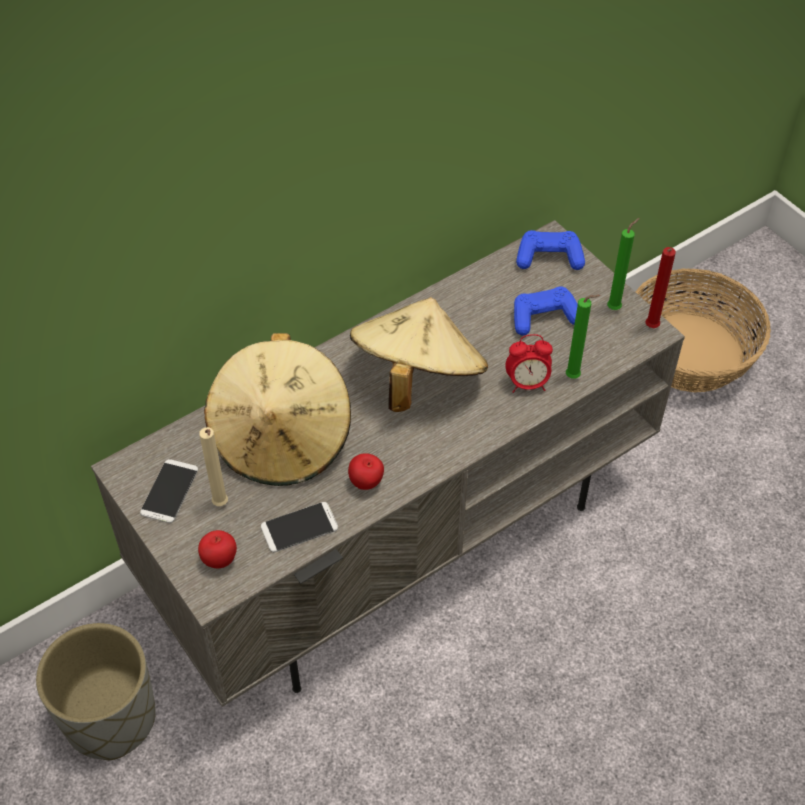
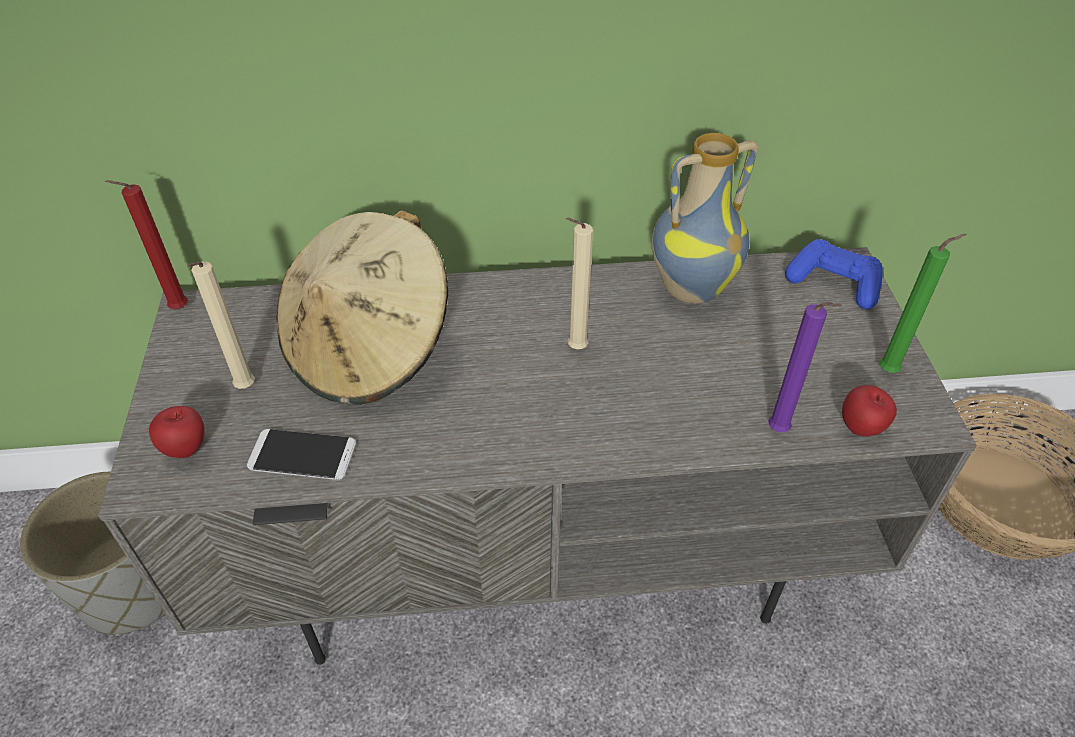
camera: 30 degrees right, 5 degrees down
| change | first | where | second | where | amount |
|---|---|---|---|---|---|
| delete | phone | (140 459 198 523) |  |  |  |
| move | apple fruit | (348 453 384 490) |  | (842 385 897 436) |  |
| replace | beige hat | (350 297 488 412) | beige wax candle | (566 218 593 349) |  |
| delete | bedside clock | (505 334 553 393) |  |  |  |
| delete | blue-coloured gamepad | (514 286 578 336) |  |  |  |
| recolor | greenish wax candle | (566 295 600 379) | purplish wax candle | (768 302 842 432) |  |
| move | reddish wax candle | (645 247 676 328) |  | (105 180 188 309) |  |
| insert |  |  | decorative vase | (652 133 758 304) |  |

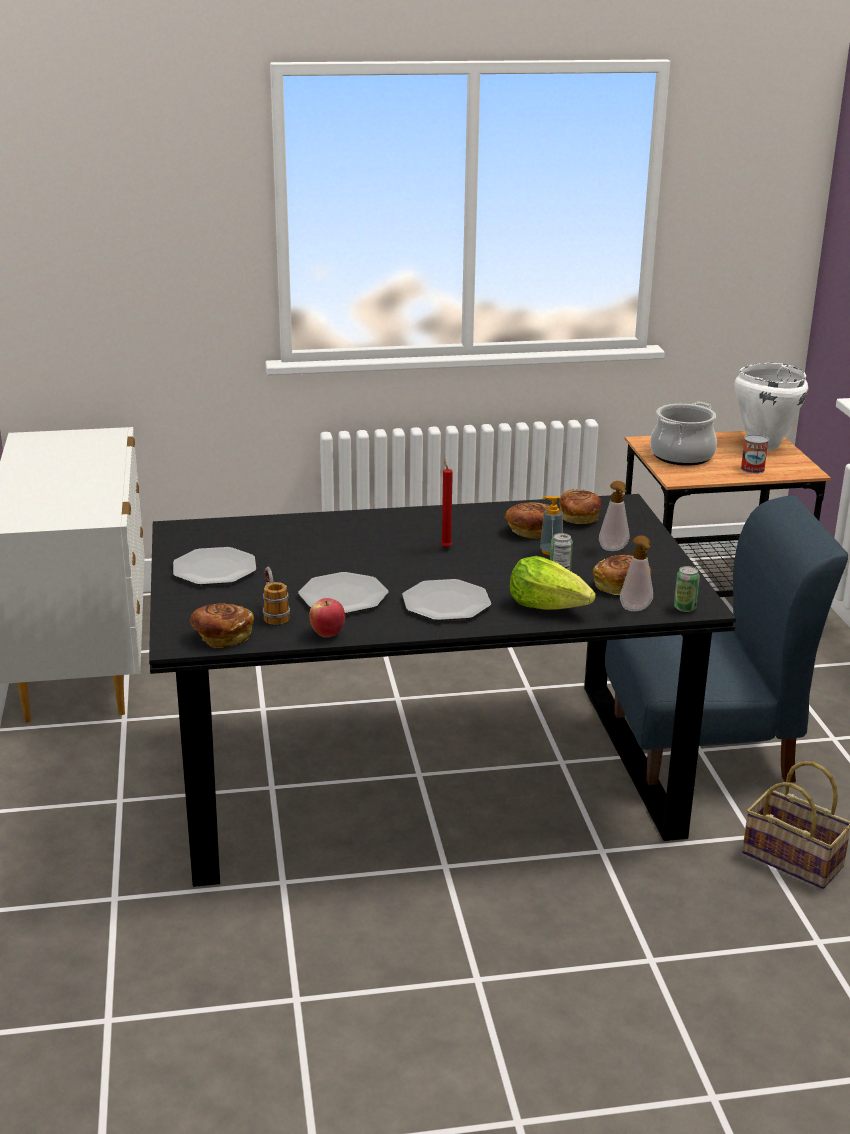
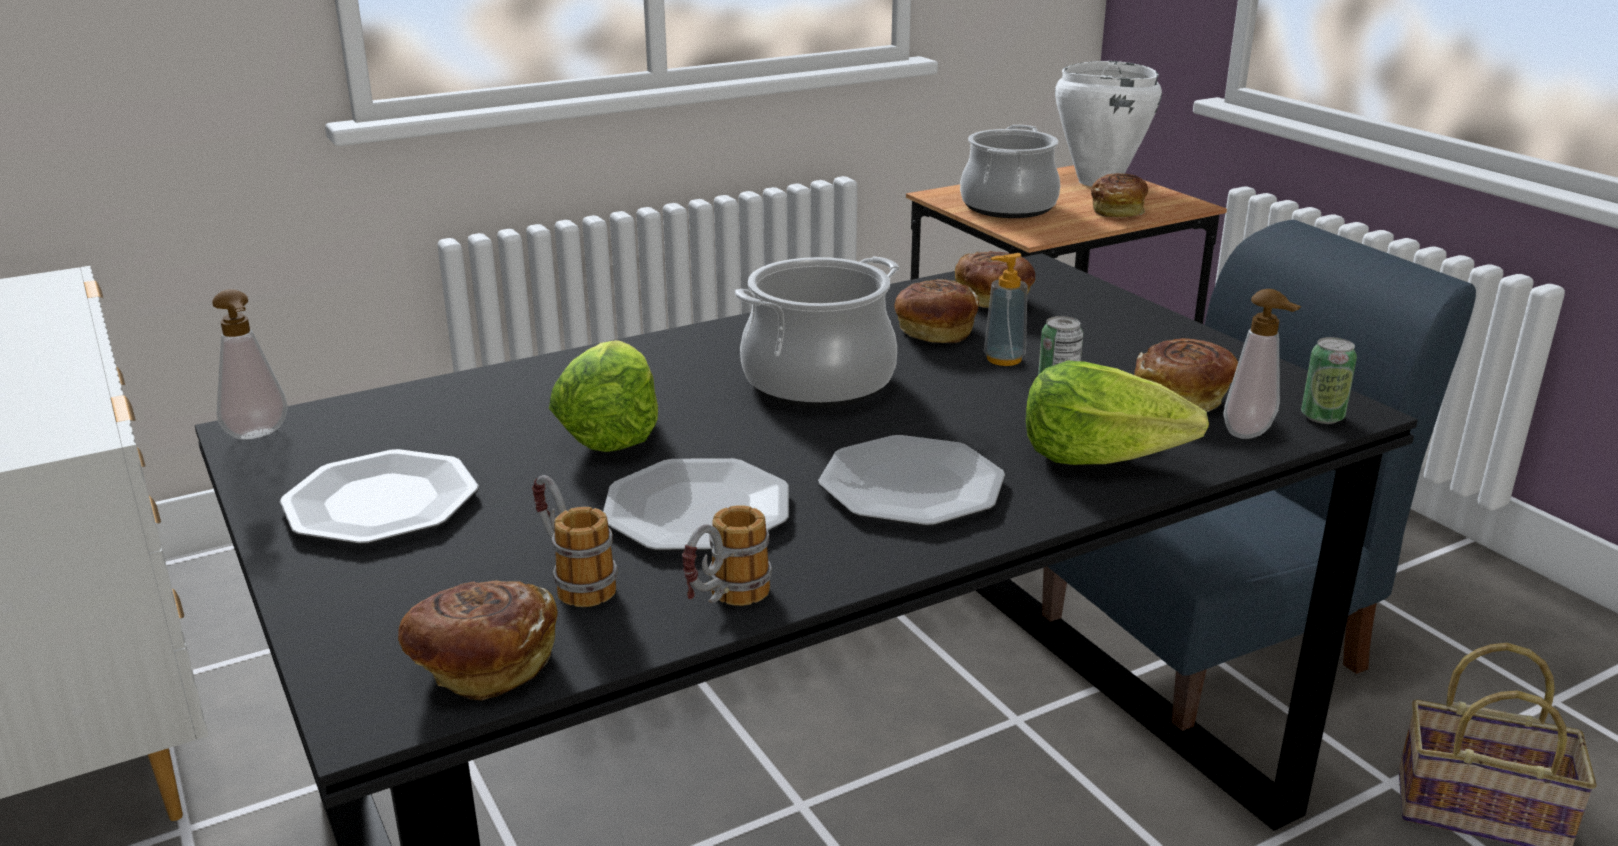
camera: 20 degrees left, 0 degrees up
| change | first | where | second | where | amount |
|---|---|---|---|---|---|
| replace | apple fruit | (310 598 345 638) | tea mug | (682 505 772 606) |  |
| replace | reddish wax candle | (441 458 453 548) | stockpot | (735 256 900 408) |  |
| move | liquid soap bottle | (599 481 630 551) |  | (212 289 288 439) |  |
| replace | metal can | (741 434 769 474) | baked bread | (1091 173 1148 217) |  |
| insert |  |  | lettuce | (549 340 658 452) |  |

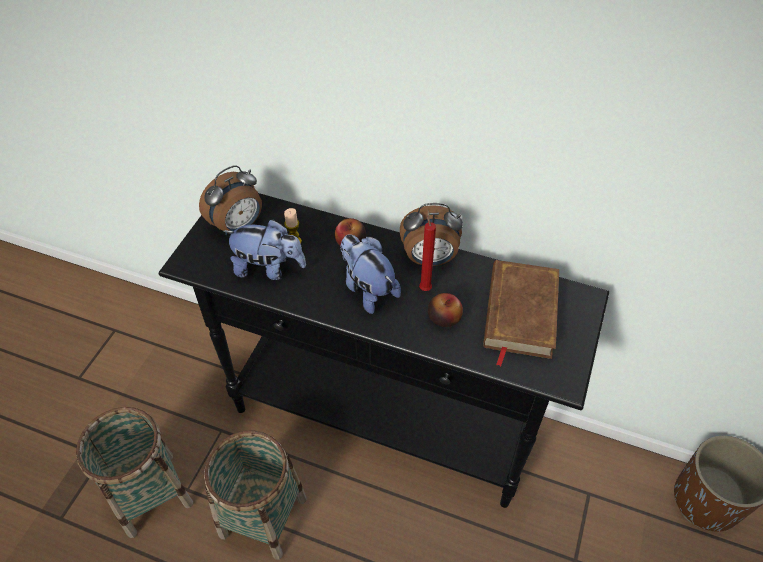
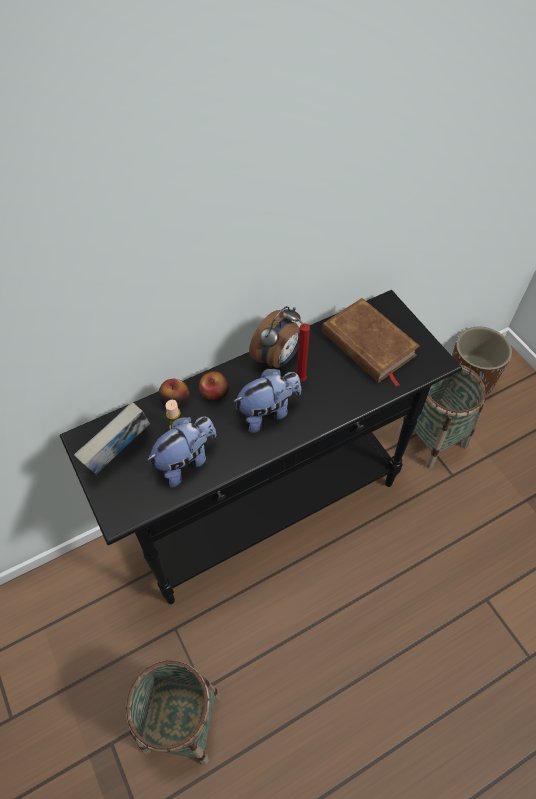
camera: 50 degrees left, 5 degrees up
| change | first | where | second | where | amount |
|---|---|---|---|---|---|
| replace | bedside clock | (199 166 262 235) | book | (74 402 150 475) |  |
| move | basket | (204 430 306 560) |  | (398 364 486 469) |  |
| rotate | soft toy | (340 234 401 314) |  | (233 368 301 433) | 150 degrees clockwise |
| move | apple fruit | (428 293 463 327) |  | (159 379 189 407) |  |

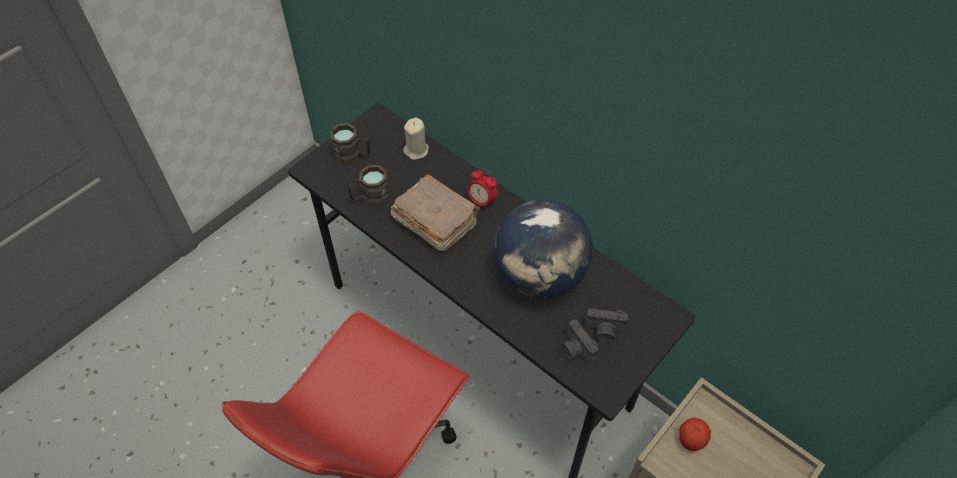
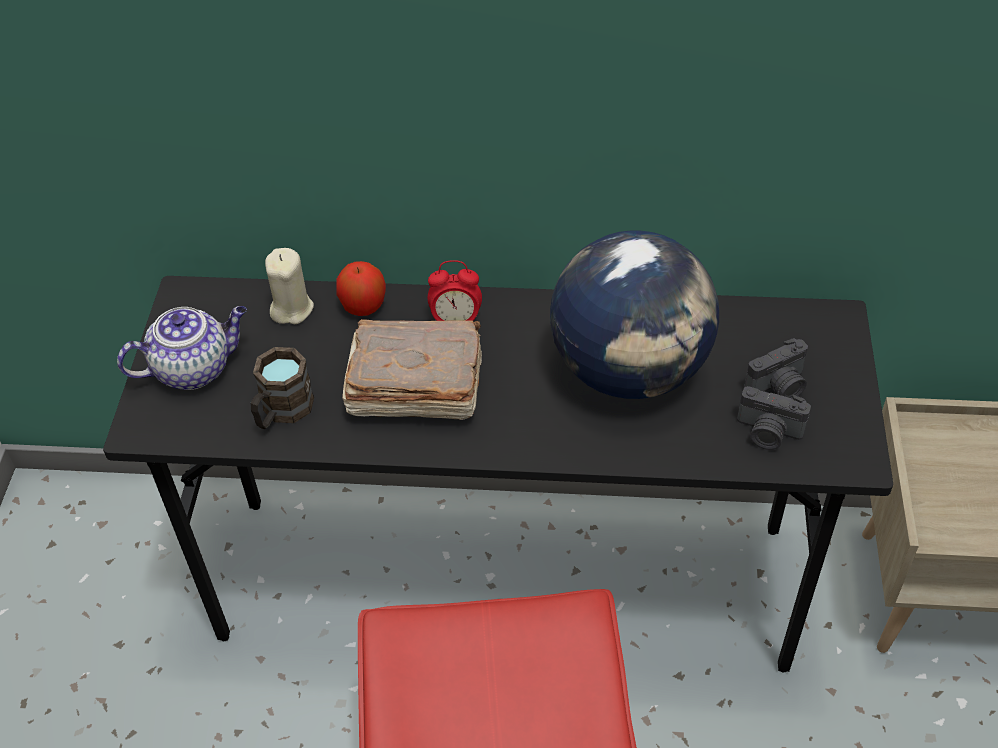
camera: 35 degrees left, 5 degrees down
| change | first | where | second | where | amount |
|---|---|---|---|---|---|
| replace | brown tea mug | (330 123 370 163) | tea pot | (117 306 247 390) |  |
| move | apple fruit | (679 417 711 451) |  | (336 261 386 316) |  |

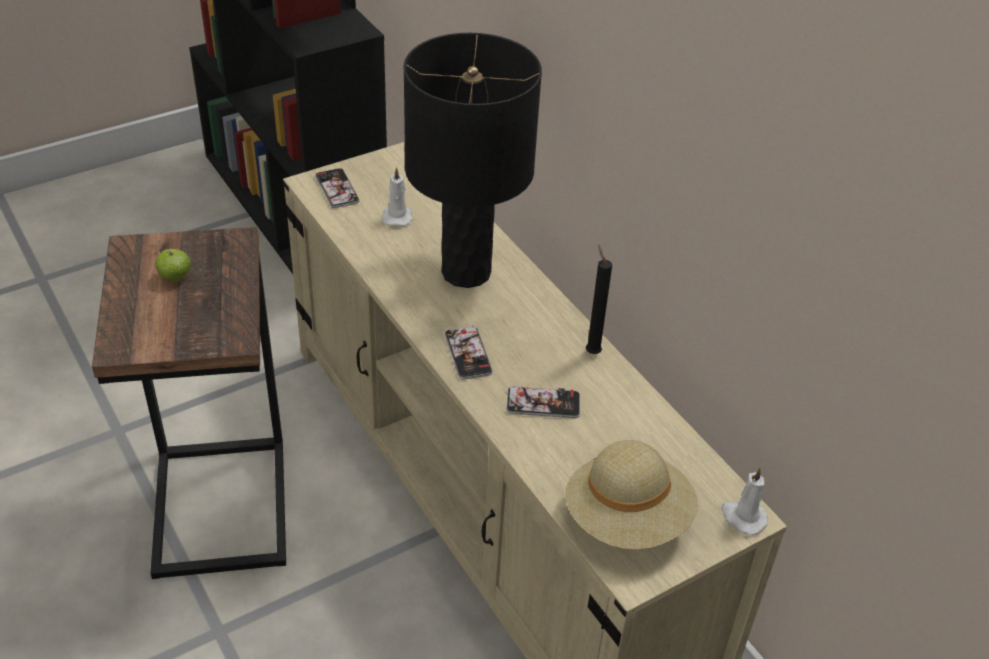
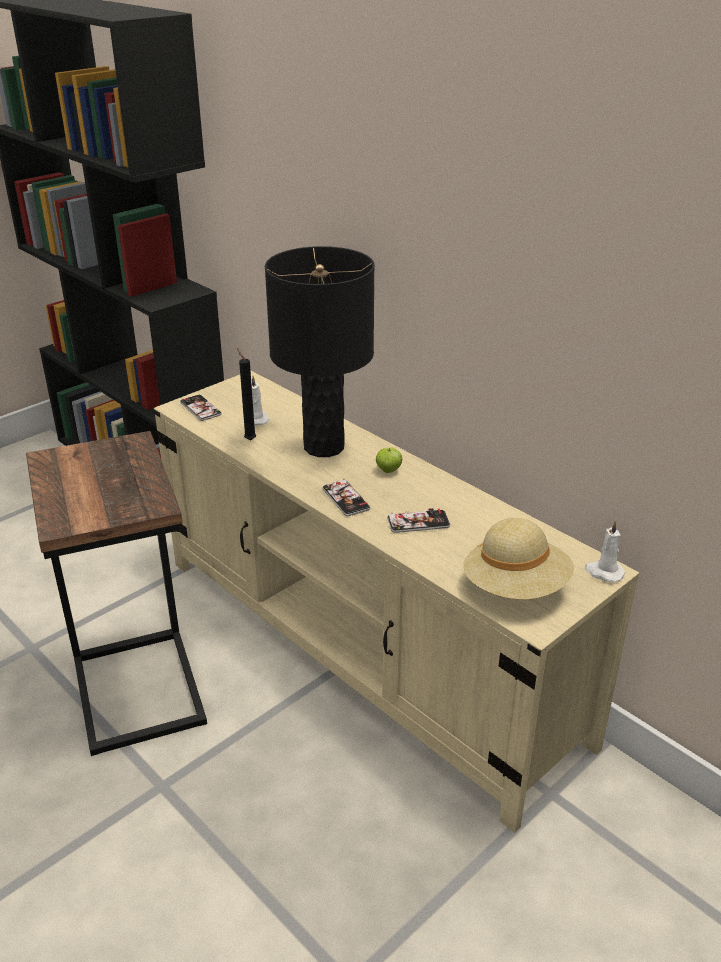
camera: 10 degrees left, 10 degrees down
| change | first | where | second | where | amount |
|---|---|---|---|---|---|
| move | apple fruit | (155 249 191 281) |  | (376 447 402 473) |  |
| move | black-coloured wax candle | (586 245 612 354) |  | (237 348 256 441) |  |

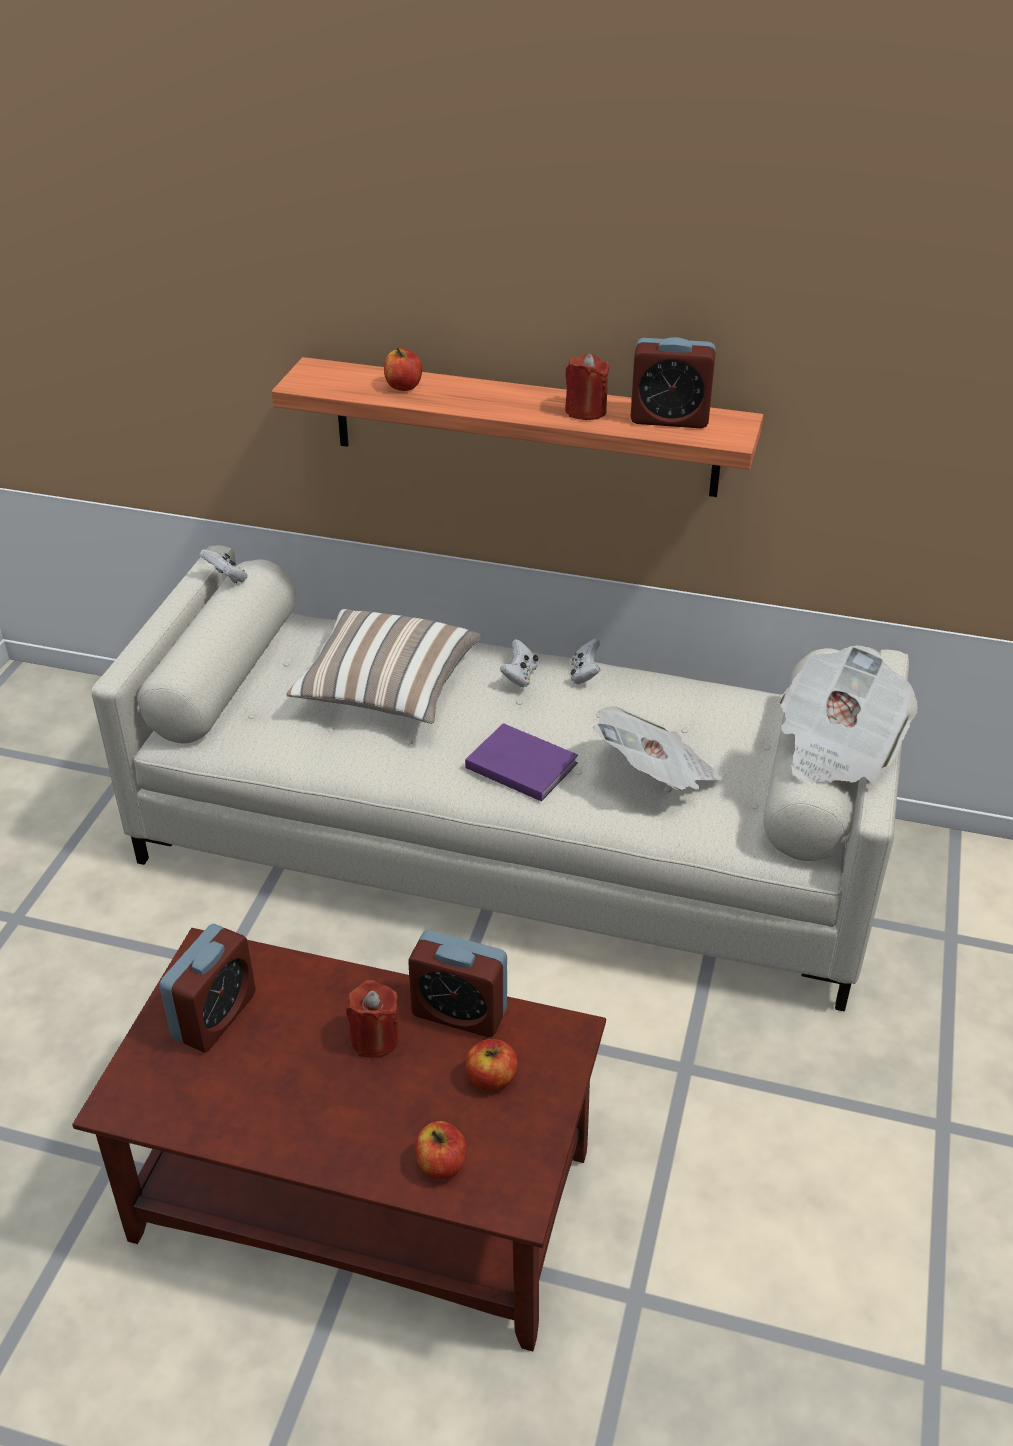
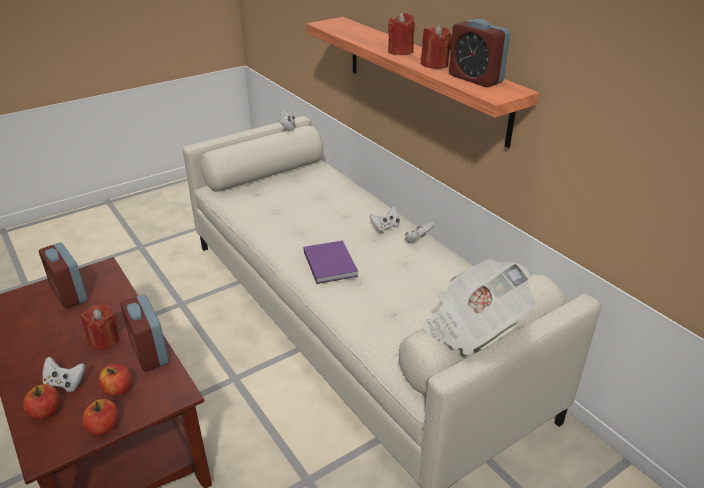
camera: 40 degrees right, 5 degrees down
| change | first | where | second | where | amount |
|---|---|---|---|---|---|
| rotate | bedside clock | (159 924 256 1052) |  | (39 242 88 309) | 75 degrees clockwise |
| delete | cushion | (286 609 482 724) |  |  |  |
| move | apple fruit | (384 348 422 391) |  | (82 399 119 435) |  |
| delete | daily paper | (593 706 722 790) |  |  |  |
| insert |  |  | white-coloured gamepad | (42 357 86 392) |  |
| insert |  |  | reddish wax candle | (388 12 415 55) |  |

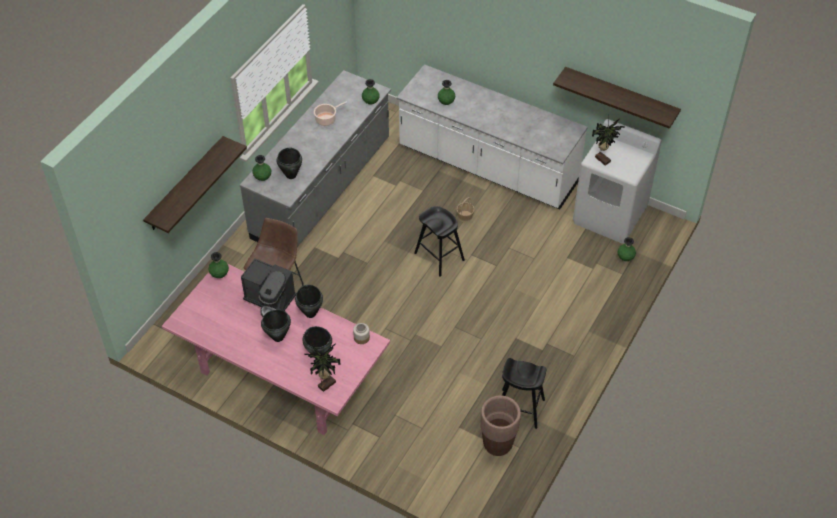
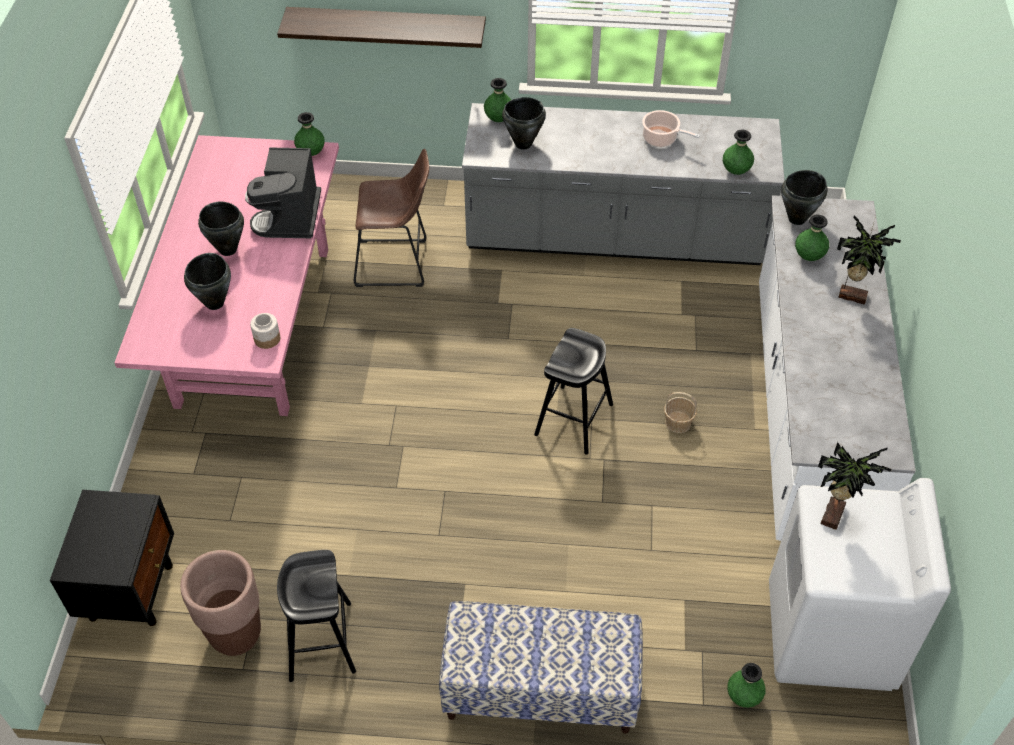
camera: 65 degrees right, 0 degrees up
| change | first | where | second | where | amount |
|---|---|---|---|---|---|
| move | black-coloured stockpot | (295 285 323 318) |  | (781 170 827 225) |  |
| move | plant in a pot | (305 343 341 392) |  | (837 215 901 305) |  |
| delete | bracket shelf | (553 67 681 129) |  |  |  |
| insert |  |  | black-coloured bedside table | (50 490 174 626) |  |
| insert |  |  | long seat | (439 601 643 733) |  |

